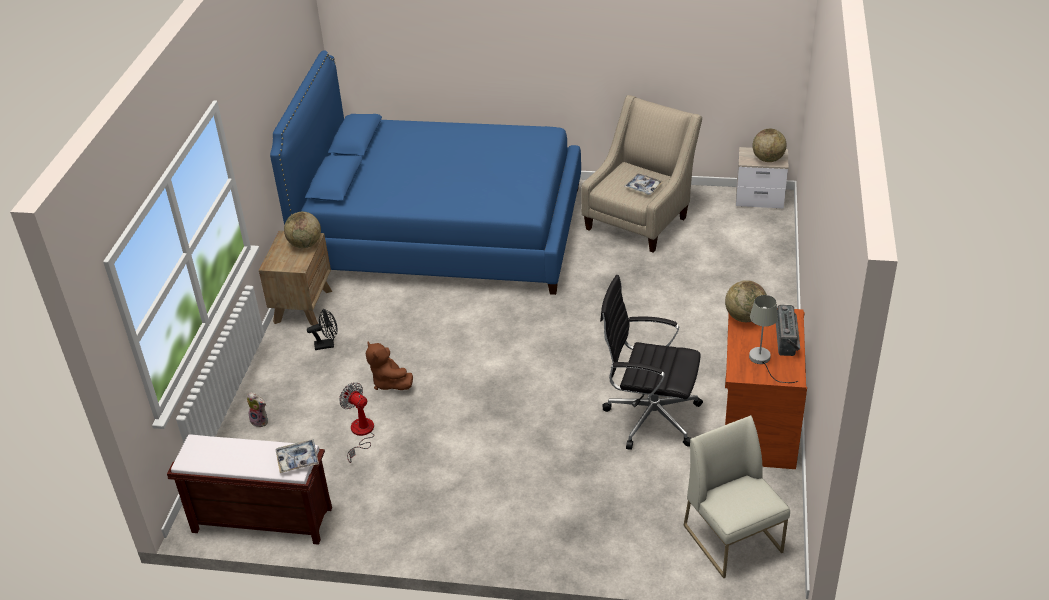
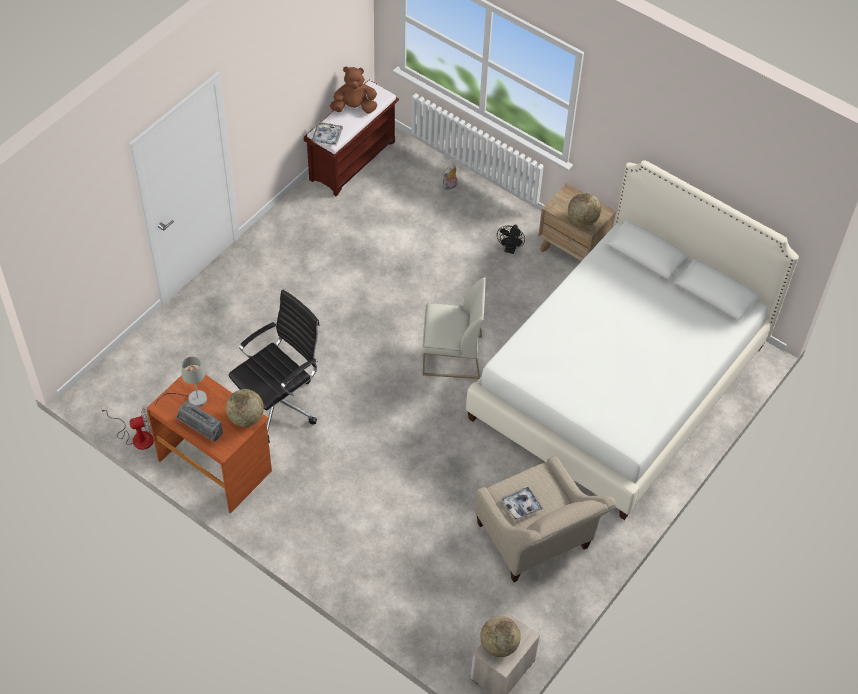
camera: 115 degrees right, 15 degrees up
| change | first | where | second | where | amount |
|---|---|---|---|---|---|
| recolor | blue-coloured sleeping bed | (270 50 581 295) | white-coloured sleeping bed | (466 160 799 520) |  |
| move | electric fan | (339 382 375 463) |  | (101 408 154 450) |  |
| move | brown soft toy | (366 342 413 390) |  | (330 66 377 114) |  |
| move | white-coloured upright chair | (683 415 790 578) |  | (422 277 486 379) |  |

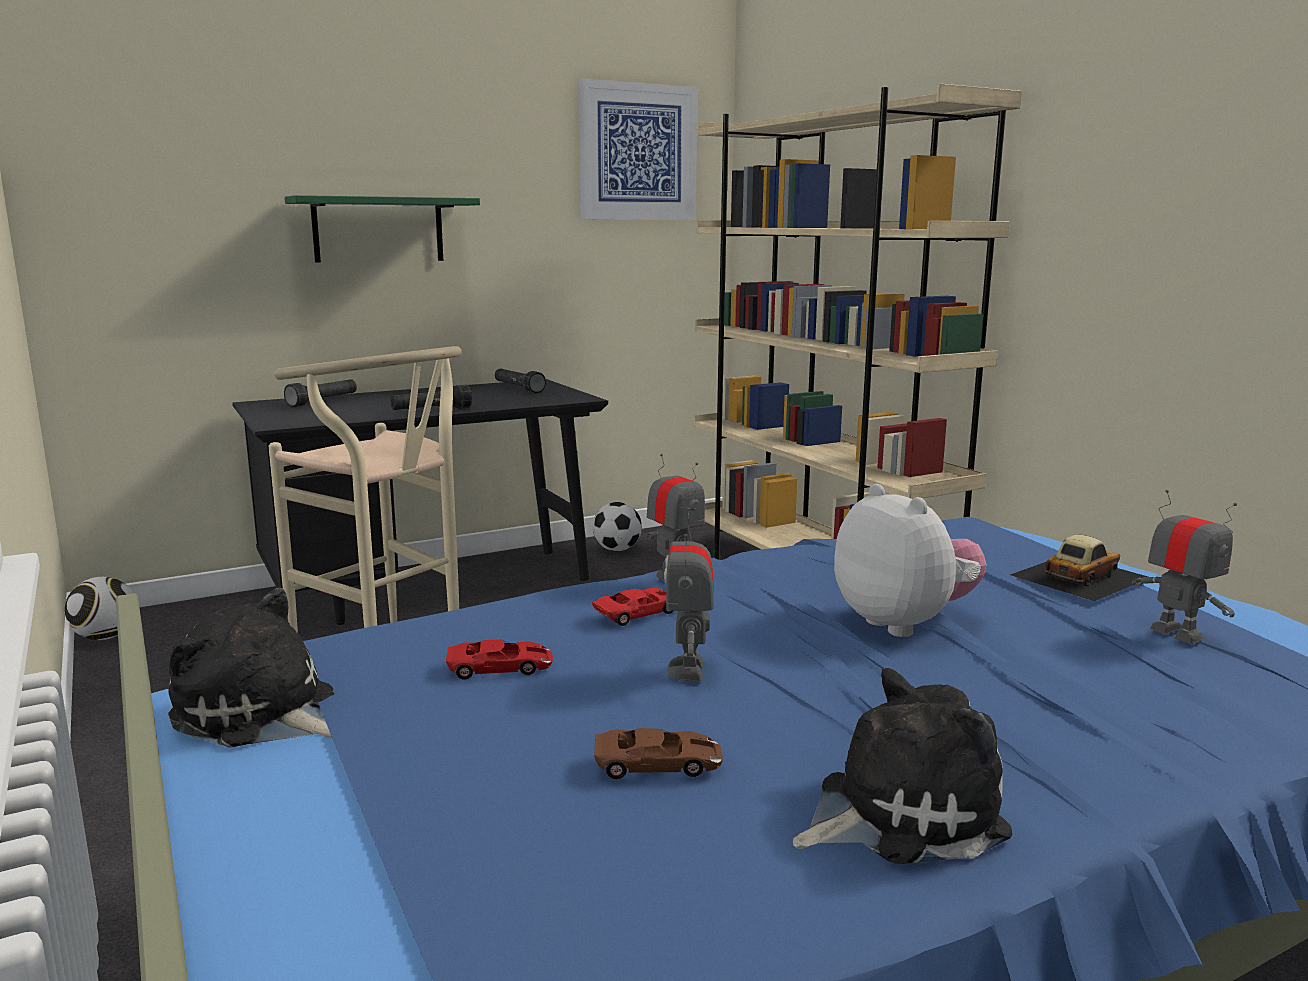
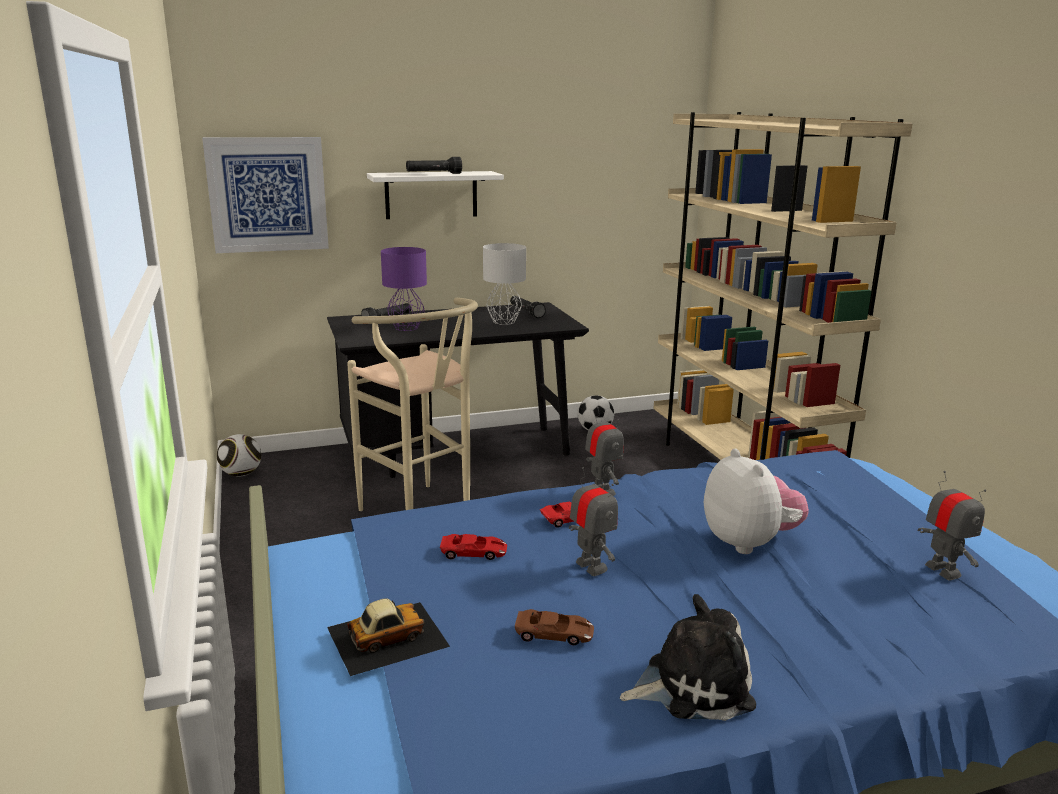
camera: 10 degrees right, 5 degrees up
| change | first | where | second | where | amount |
|---|---|---|---|---|---|
| delete | soft toy | (168 587 334 747) |  |  |  |
| recolor | greenish bracket shelf | (285 195 480 263) | white-coloured bracket shelf | (367 171 504 219) |  |
| move | black-coloured flashlight | (391 385 472 410) |  | (406 157 462 174) |  |
| move | picture | (578 78 698 220) |  | (202 137 329 253) |  |
| rotate | toy robot | (664 507 714 681) |  | (569 467 618 576) | 135 degrees clockwise |
| move | toy car | (1010 535 1148 601) |  | (327 598 450 676) |  |
| insert |  |  | purplish tabletop lamp | (381 247 427 331) |  |
| insert |  |  | greyish tabletop lamp | (483 243 526 325) |  |

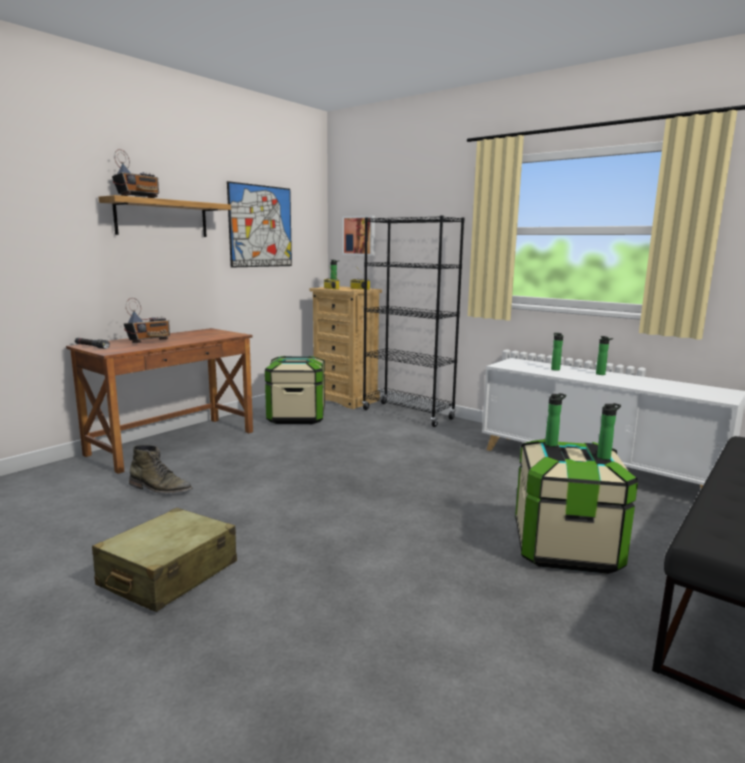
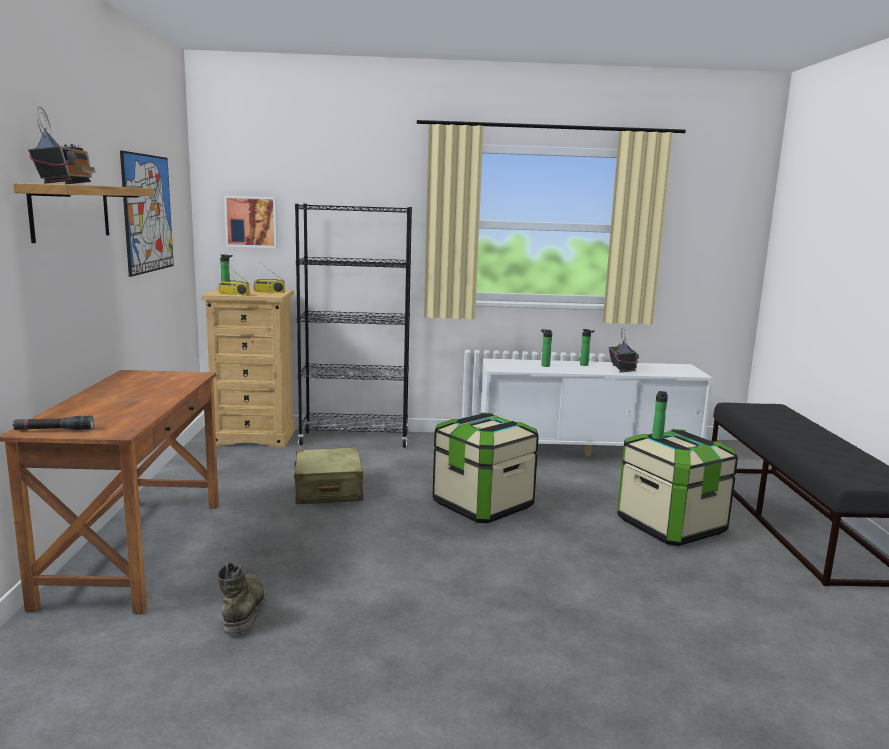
camera: 40 degrees left, 0 degrees up
| change | first | where | second | where | amount |
|---|---|---|---|---|---|
| move | beige piece of luggage | (92 508 237 612) |  | (293 447 363 504) |  |
| move | radio receiver | (124 298 170 343) |  | (608 327 639 372) |  |
| rotate | greenish high-top boot | (129 445 193 494) |  | (217 563 266 635) | 75 degrees counterclockwise |
| move | storage bin | (265 356 325 424) |  | (432 412 539 523) |  |
| delete | bottle | (597 403 621 460) |  |  |  |

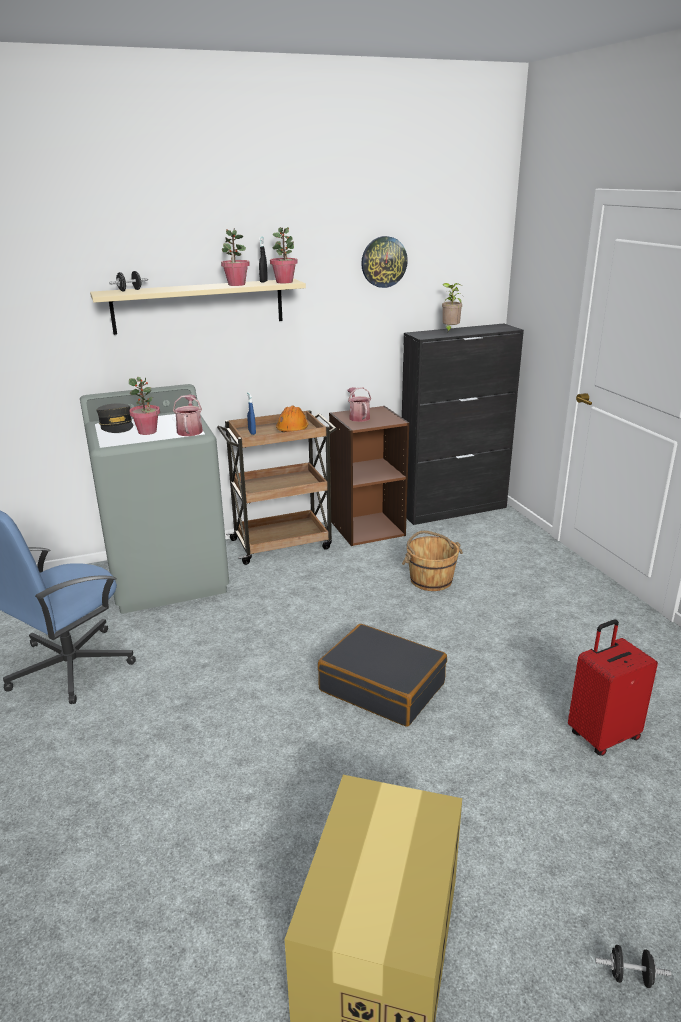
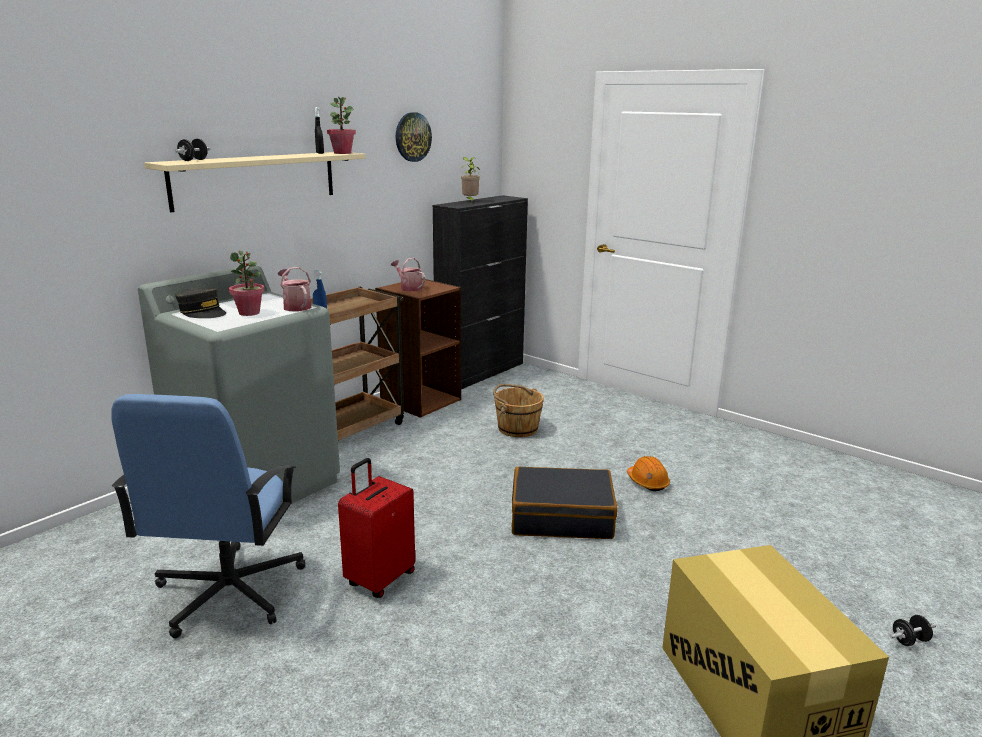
camera: 30 degrees left, 5 degrees down
| change | first | where | second | where | amount |
|---|---|---|---|---|---|
| delete | plant in a pot | (221 229 250 286) |  |  |  |
| move | orangey hard hat | (276 406 309 432) |  | (627 456 670 491) |  |
| move | reddish piece of luggage | (568 619 658 756) |  | (338 458 415 598) |  |

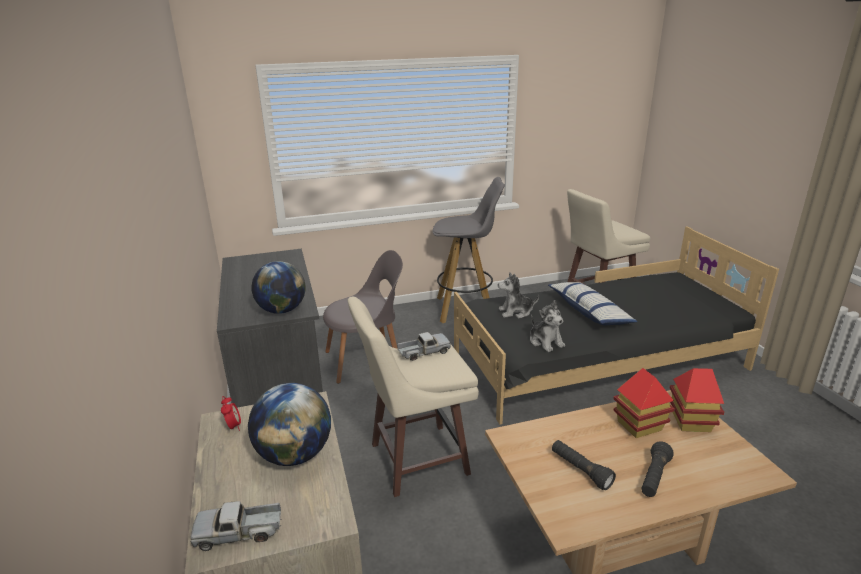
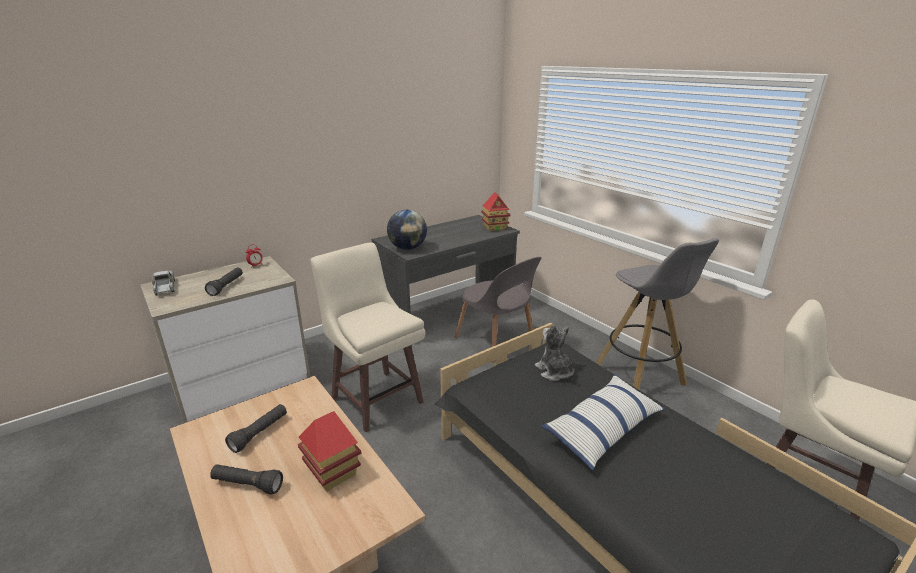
camera: 70 degrees right, 0 degrees up
| change | first | where | second | where | amount |
|---|---|---|---|---|---|
| replace | desk globe | (248 383 331 466) | black-coloured flashlight | (205 267 243 296) |  |
| delete | toy truck | (397 332 451 361) |  |  |  |
| delete | soft toy | (530 300 565 352) |  |  |  |
| move | model house | (670 368 724 432) |  | (481 192 510 231) |  |

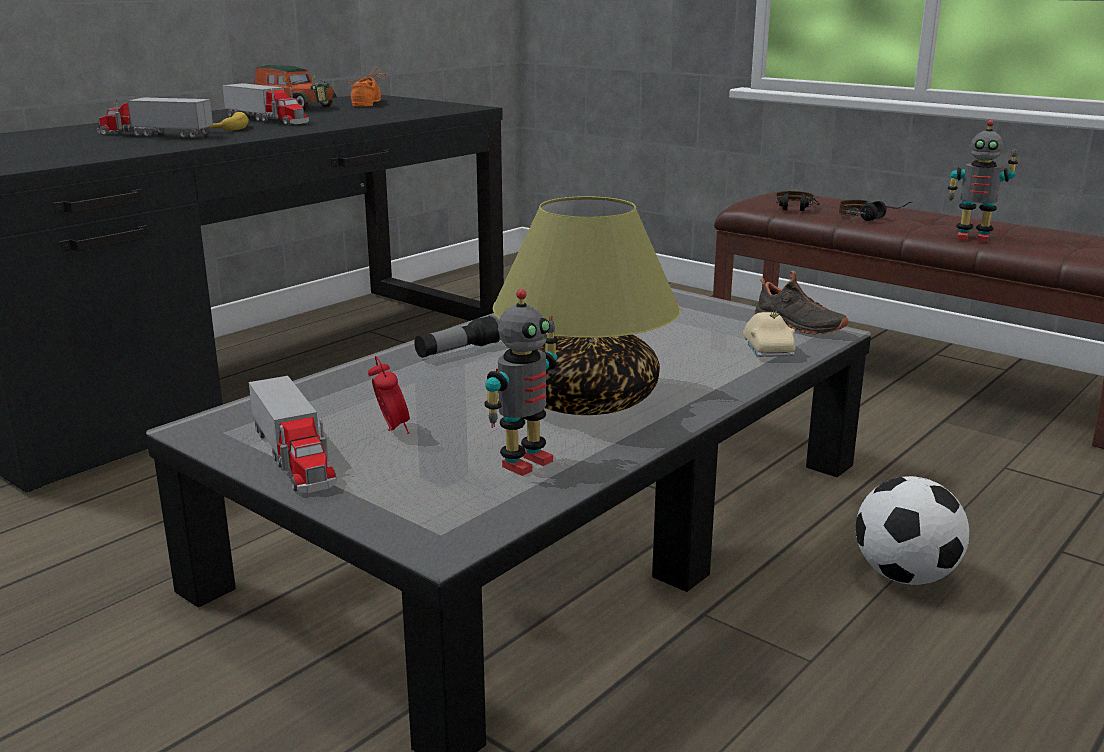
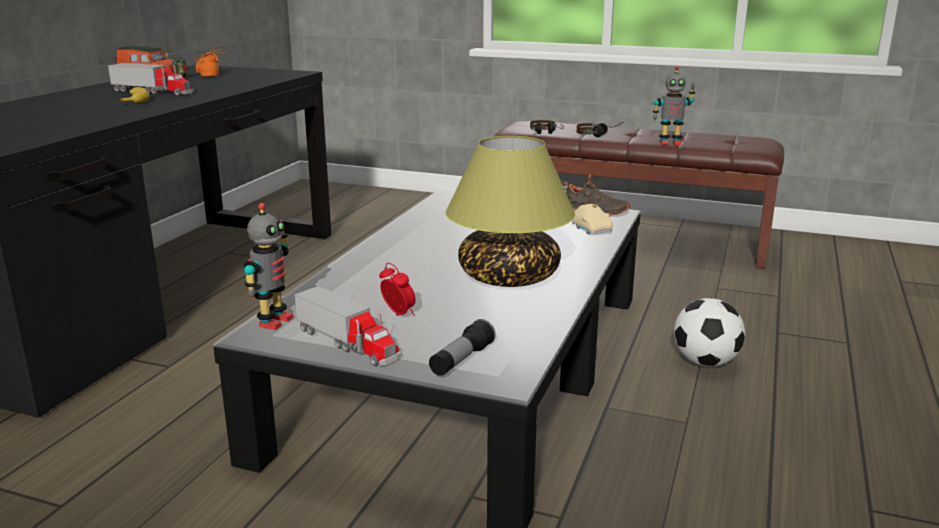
camera: 20 degrees left, 0 degrees up
| change | first | where | second | where | amount |
|---|---|---|---|---|---|
| delete | toy truck | (97 96 213 139) |  |  |  |
| move | flashlight | (414 315 500 358) |  | (429 319 496 376) |  |
| move | toy robot | (484 289 558 476) |  | (244 203 293 330) |  |

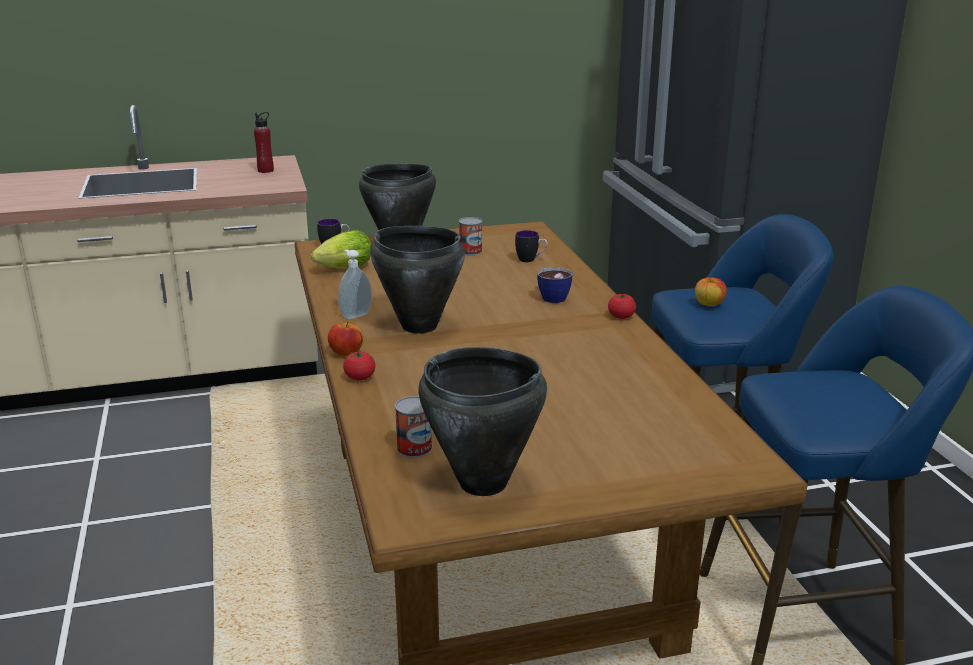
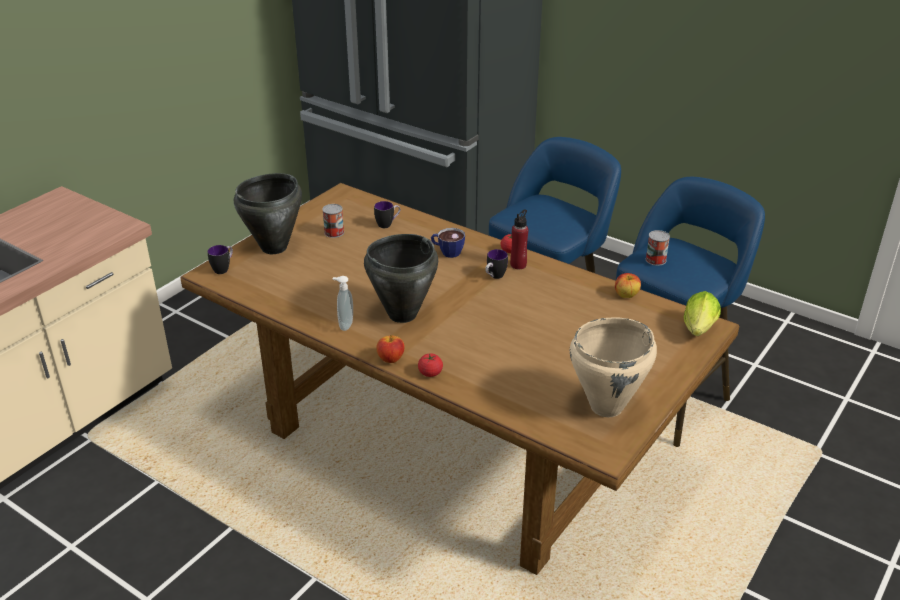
camera: 40 degrees left, 10 degrees up
| change | first | where | second | where | amount |
|---|---|---|---|---|---|
| move | reddish bottle | (254 112 274 173) |  | (510 209 529 269) |  |
| move | lettuce | (311 230 371 268) |  | (684 291 721 336) |  |
| move | metal can | (395 396 432 458) |  | (646 230 670 266) |  |
| recolor | black-coloured stockpot | (418 347 547 496) | beige stockpot | (570 317 657 417) |  |
| move | apple fruit | (695 277 727 307) |  | (615 273 641 298) |  |
| insert |  |  | tea mug | (485 249 508 279) |  |

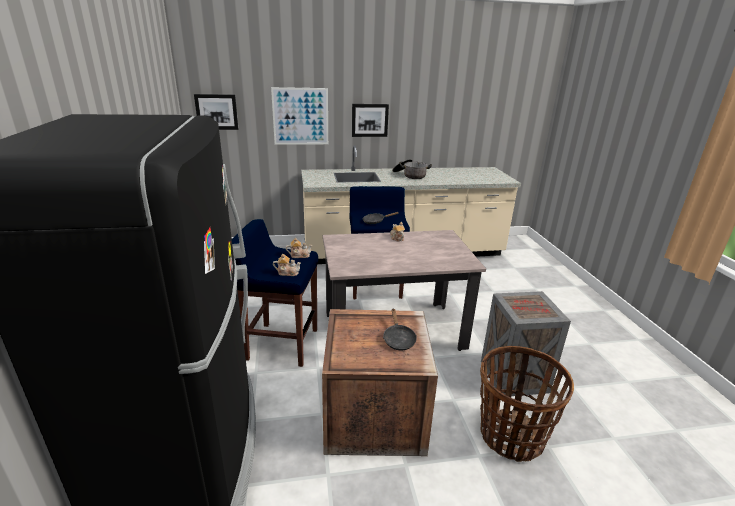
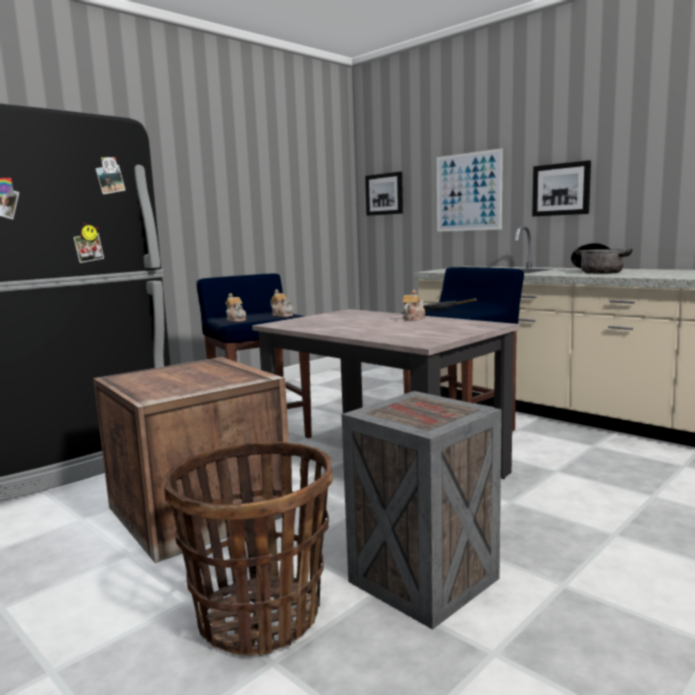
camera: 55 degrees right, 15 degrees down
| change | first | where | second | where | amount |
|---|---|---|---|---|---|
| delete | black-coloured skillet | (383 309 417 350) |  |  |  |

